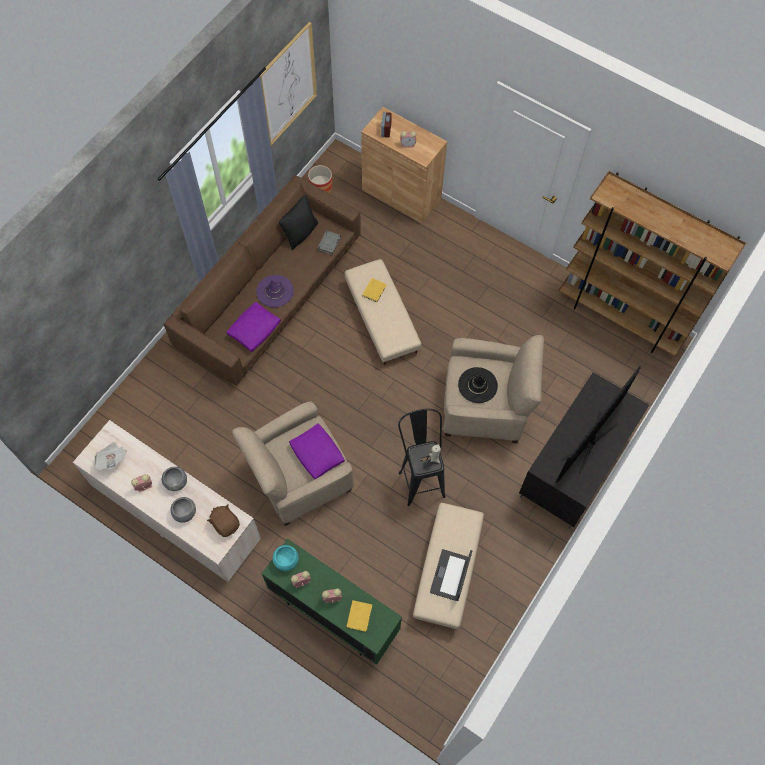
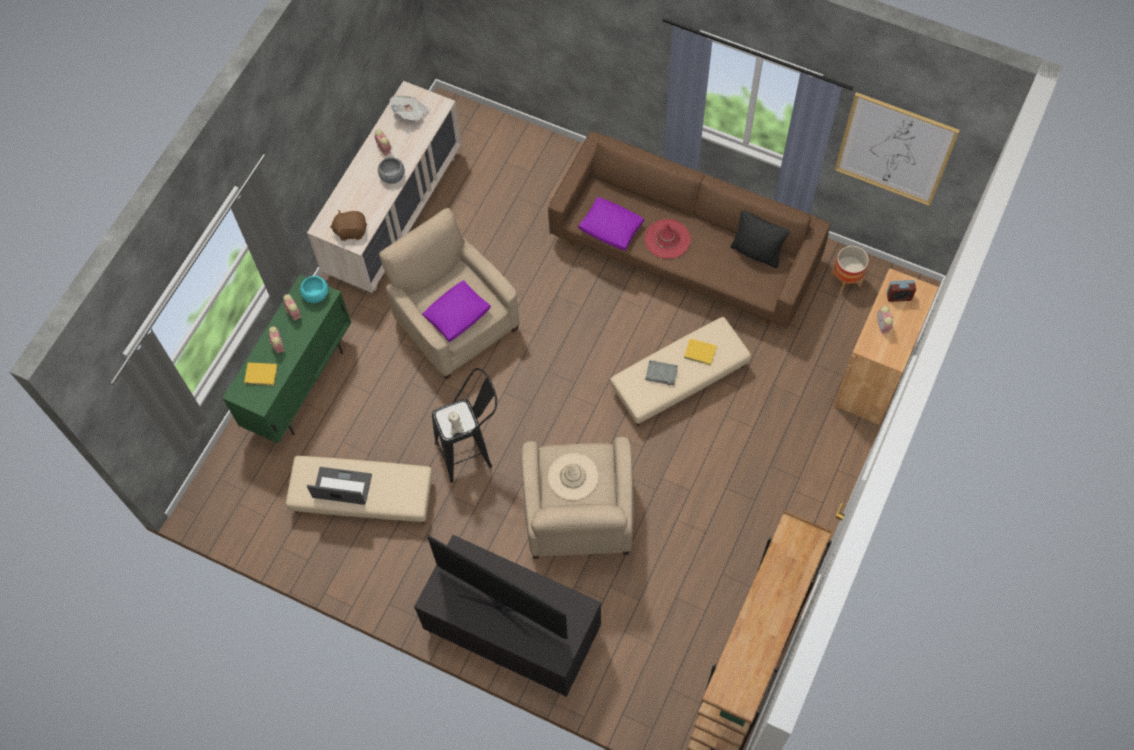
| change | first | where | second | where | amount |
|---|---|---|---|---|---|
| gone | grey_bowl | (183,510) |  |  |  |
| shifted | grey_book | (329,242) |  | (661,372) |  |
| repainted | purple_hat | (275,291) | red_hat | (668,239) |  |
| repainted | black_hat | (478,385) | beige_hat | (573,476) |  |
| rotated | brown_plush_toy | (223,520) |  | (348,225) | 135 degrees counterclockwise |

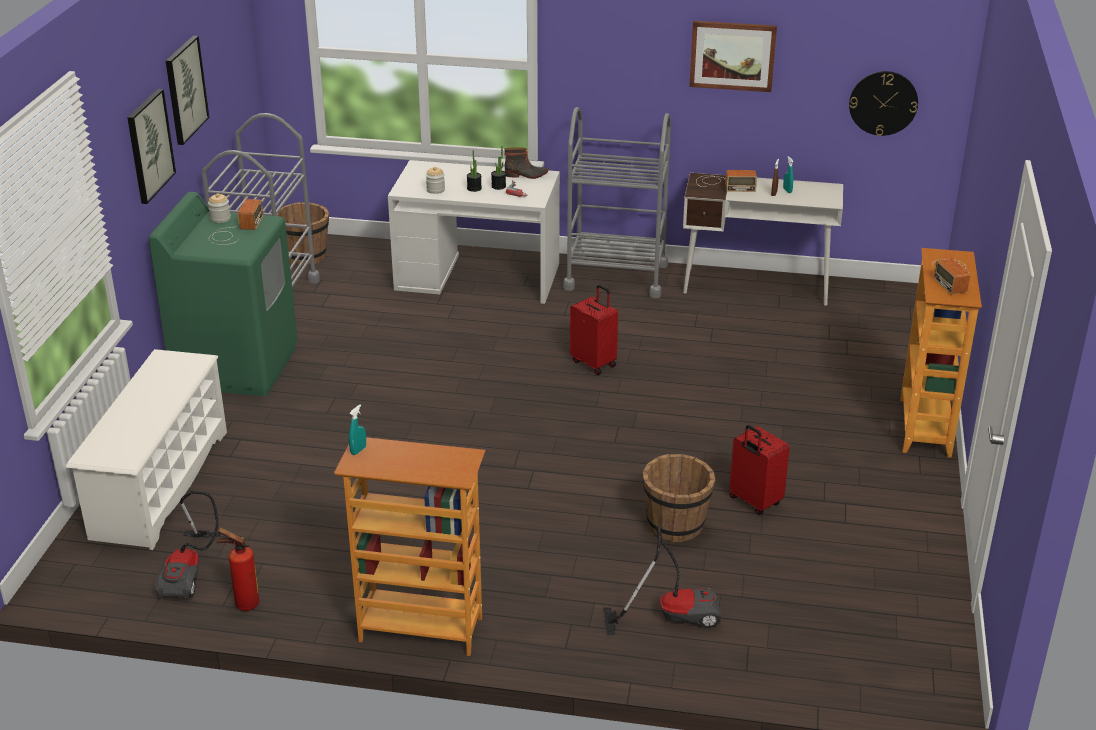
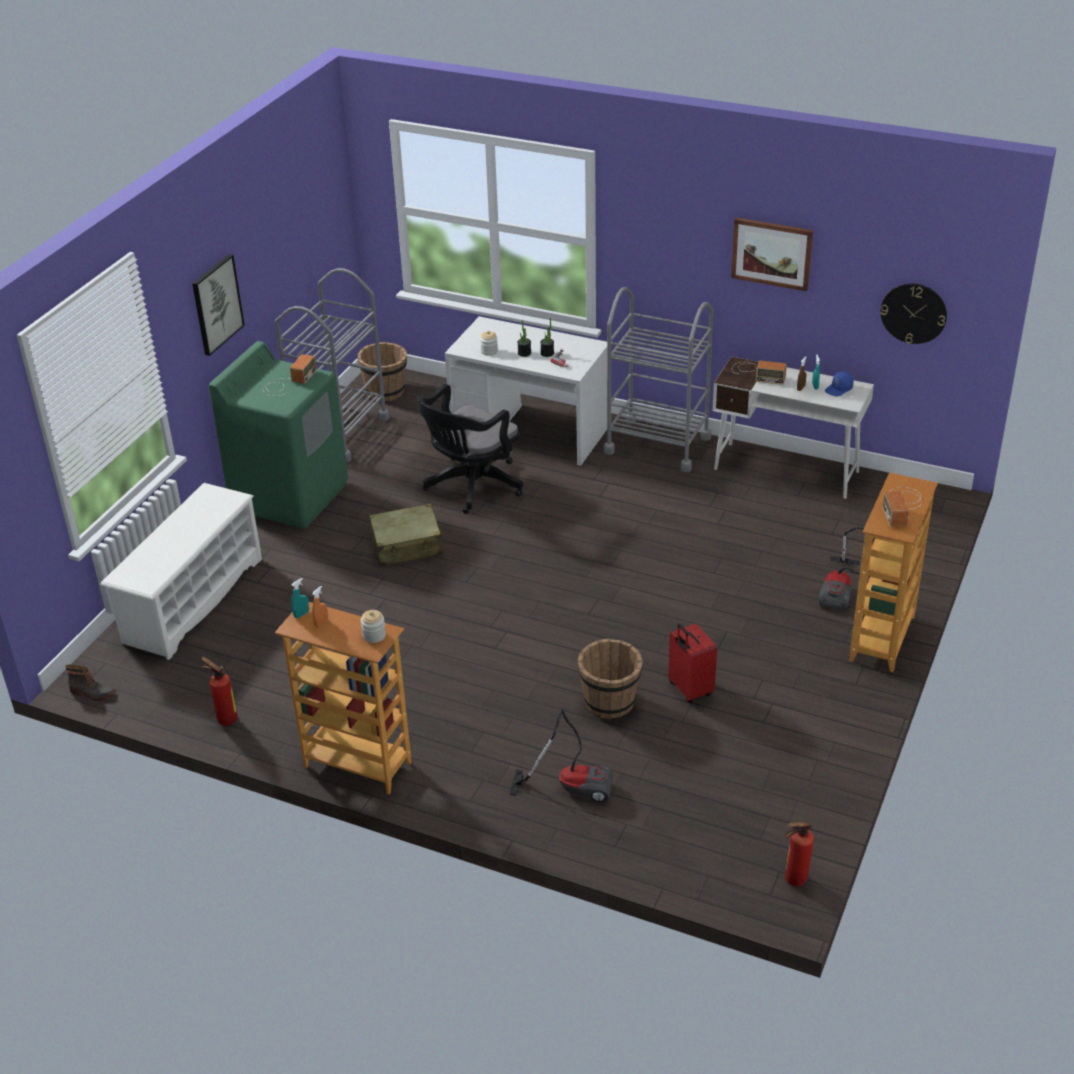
| change | first | where | second | where | amount |
|---|---|---|---|---|---|
| gone | picture | (187,90) |  |  |  |
| gone | red_suitcase | (594,330) |  |  |  |
| new |  |  | orange_spray_bottle | (320,606) |  |
| new |  |  | beige_suitcase | (406,534) |  |
| new |  |  | black_office_chair | (470,449) |  |
| new |  |  | fire_extinguisher | (799,854) |  |
| new |  |  | blue_cap | (839,384) |  |
| shifted | vacuum_cleaner | (187,545) |  | (846,569) |  |
| shifted | jar | (219,208) |  | (373,626) |  |
| shifted | boot | (526,163) |  | (90,682) |  |

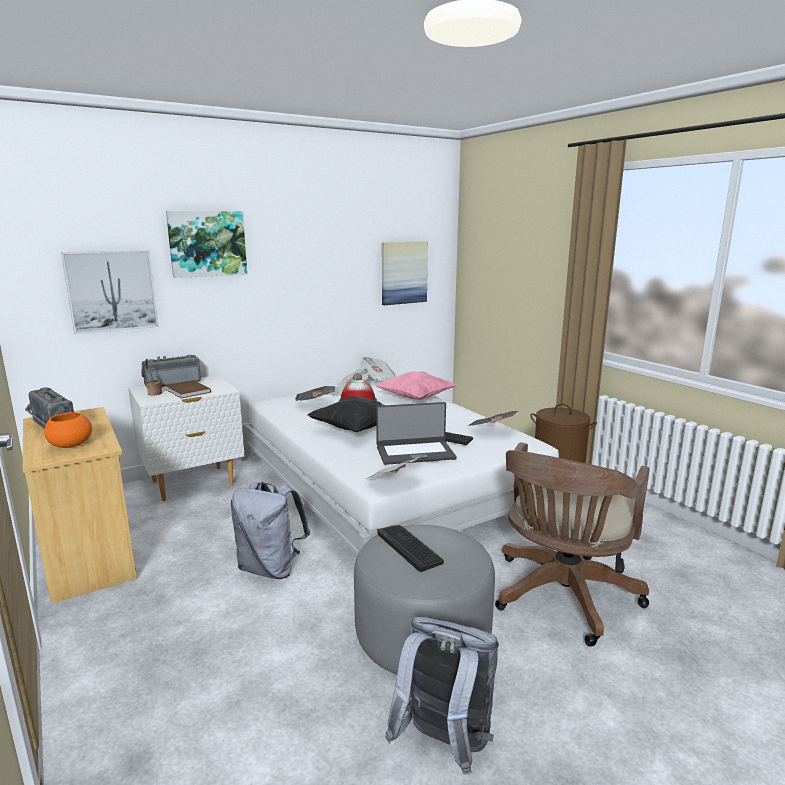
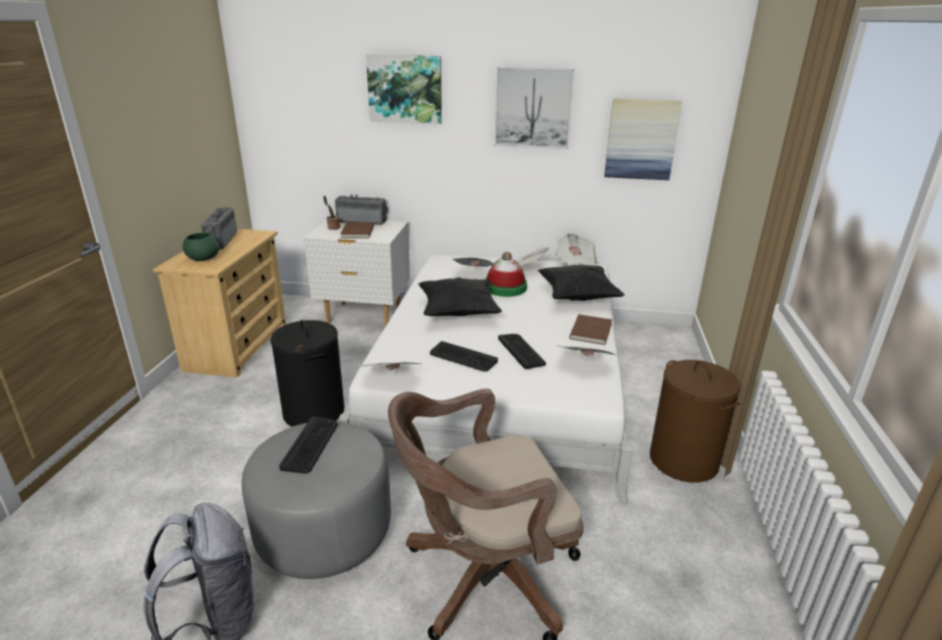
| change | first | where | second | where | amount |
|---|---|---|---|---|---|
| new |  |  | brown_book | (590,329) |  |
| shifted | picture | (110,292) |  | (534,108) |  |
| swapped | grey_backpack | (270,530) | black_laundry_basket | (307,373) |  |
| swapped | laptop | (416,433) | keyboard | (464,356) |  |
| repainted | orange_bowl | (68,430) | green_bowl | (201,247) |  |
| repainted | pink_pillow | (416,385) | black_pillow | (581,282) |  |

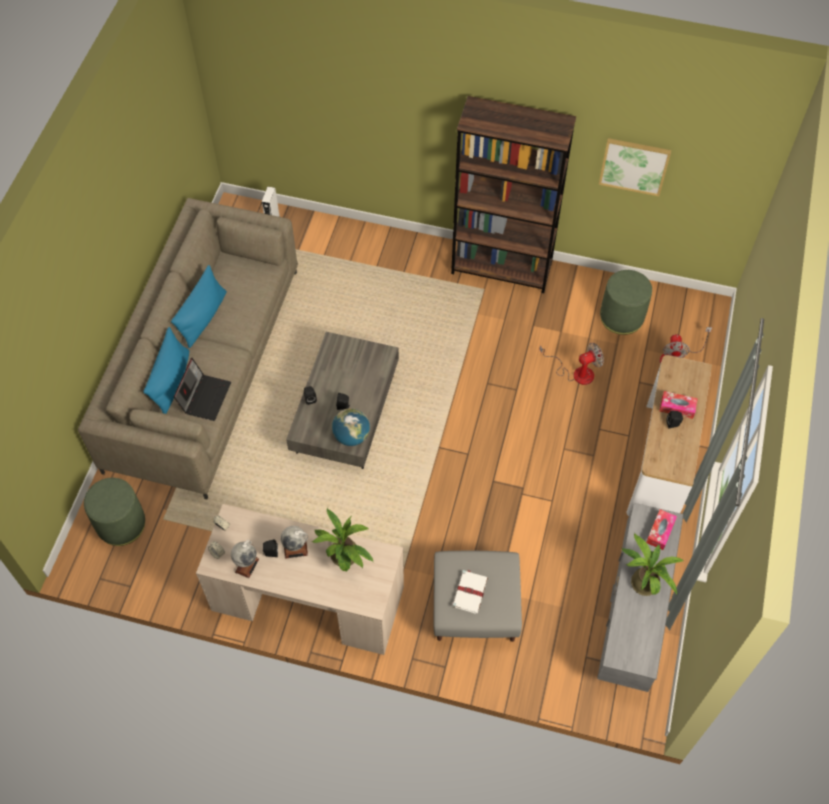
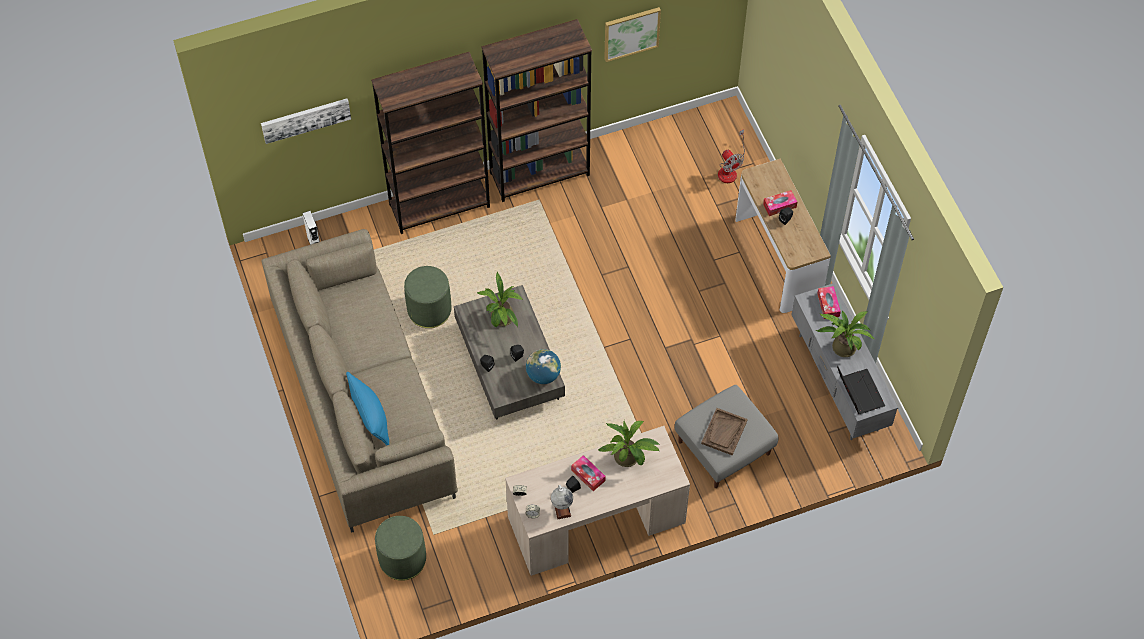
| change | first | where | second | where | amount |
|---|---|---|---|---|---|
| gone | blue_pillow | (199,306) |  |  |  |
| gone | fan | (571,364) |  |  |  |
| new |  |  | picture | (306,121) |  |
| new |  |  | brown_bookcase | (430,143) |  |
| new |  |  | potted_plant | (499,300) |  |
| shifted | laptop | (202,389) |  | (861,389) |  |
| shifted | green_ottoman | (626,302) |  | (428,297) |  |
| swapped | globe | (294,542) | tissue_box | (588,473) |  |
| swapped | white_book | (470,592) | brown_tray | (724,431) |  |

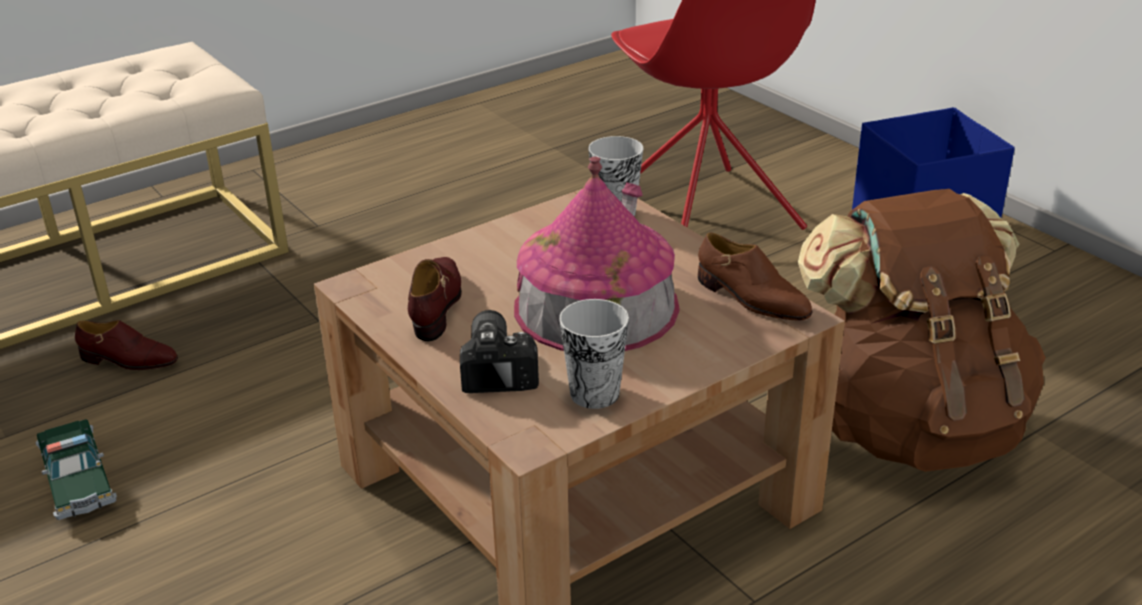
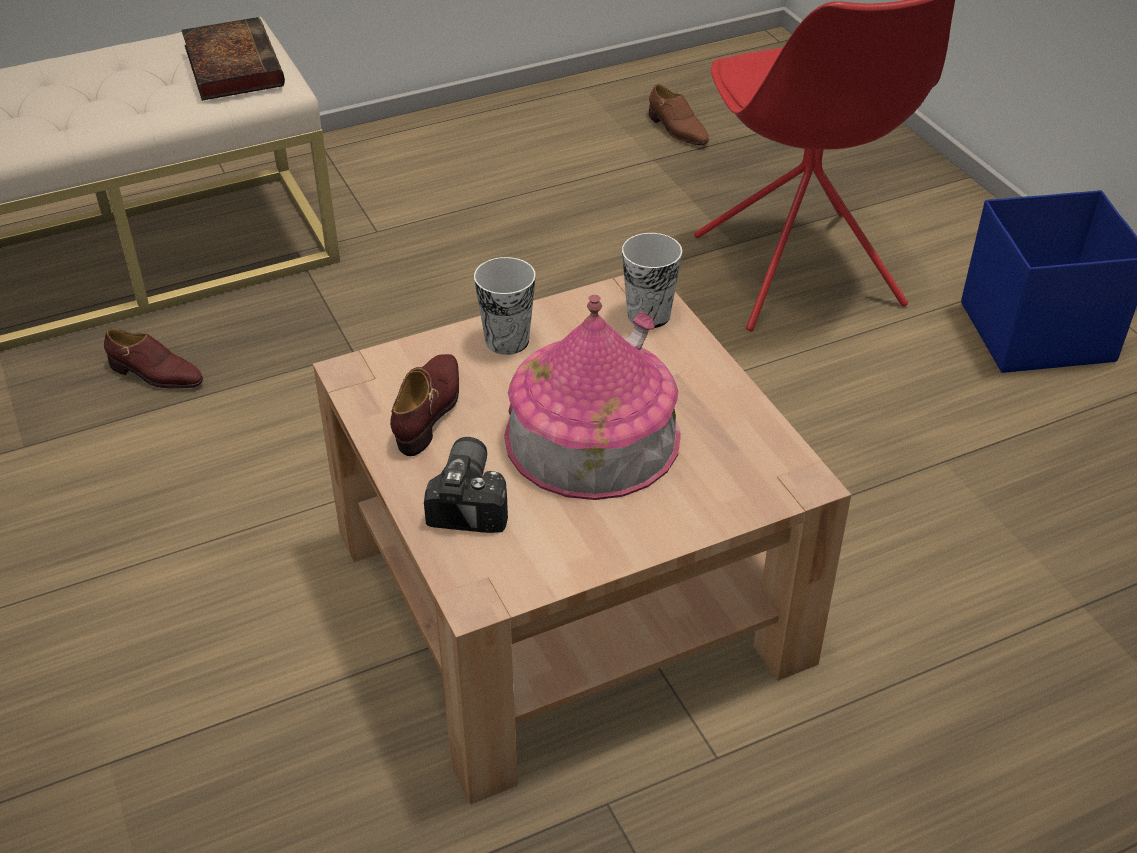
| change | first | where | second | where | amount |
|---|---|---|---|---|---|
| gone | toy_car | (76,469) |  |  |  |
| gone | brown_backpack | (922,330) |  |  |  |
| new |  |  | book | (233,59) |  |
| shifted | cup | (594,354) |  | (505,306) |  |
| shifted | brown_shoe | (755,277) |  | (679,115) |  |

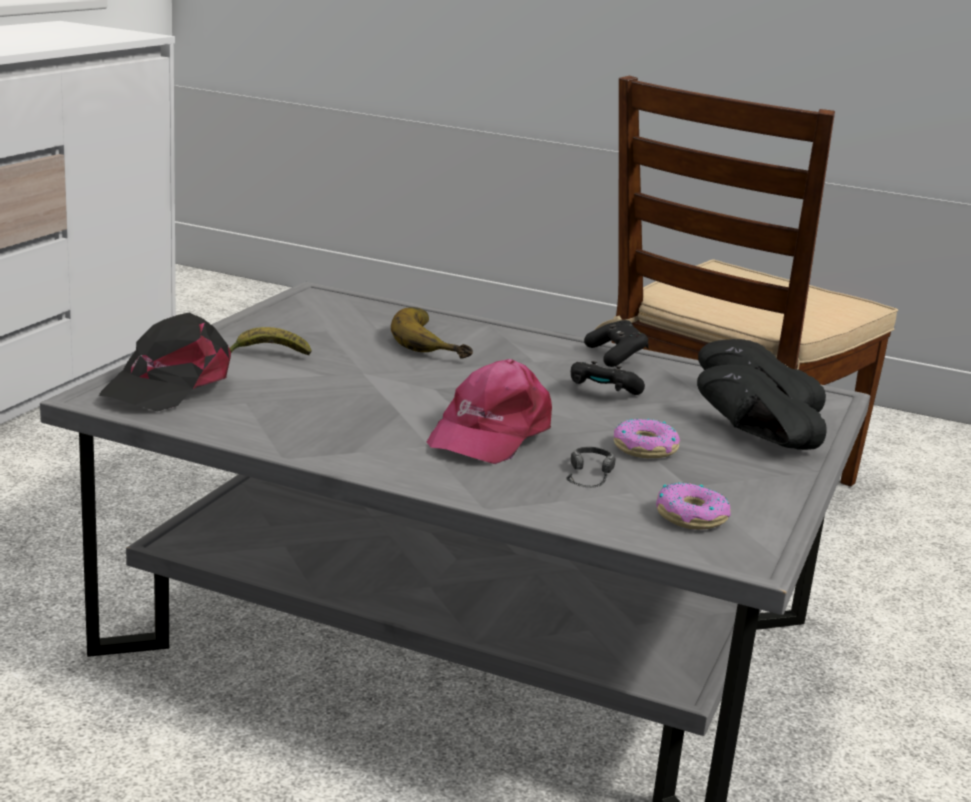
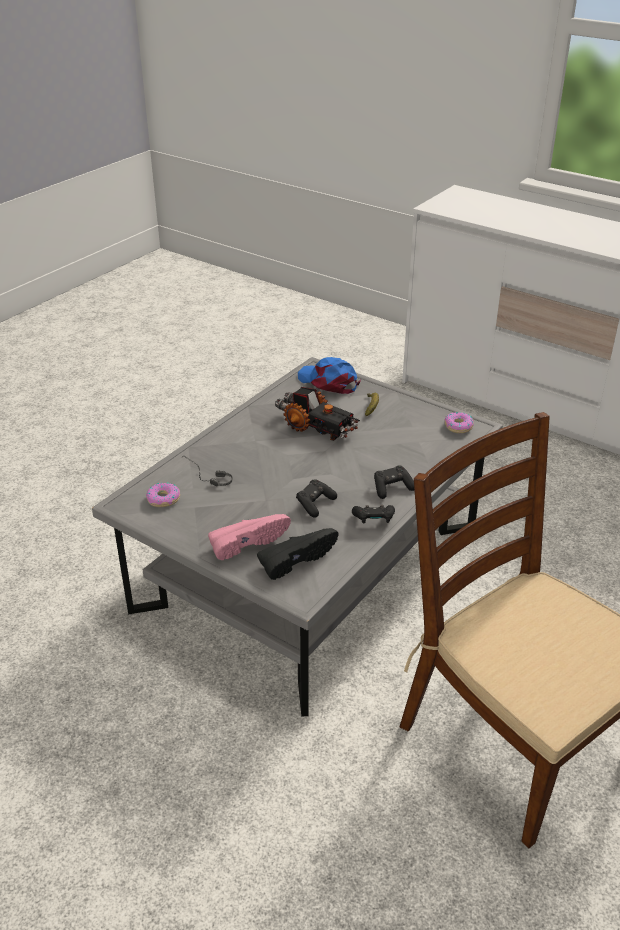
| change | first | where | second | where | amount |
|---|---|---|---|---|---|
| gone | banana | (432,333) |  |  |  |
| gone | pink_cap | (489,411) |  |  |  |
| new |  |  | toy_truck | (317,414) |  |
| new |  |  | black_game_controller | (394,482) |  |
| shifted | donut | (647,438) |  | (459,422) |  |
| repainted | black_cap | (165,362) | blue_cap | (329,375) |  |
| repainted | black_shoe | (762,407) | pink_shoe | (249,537) |  |

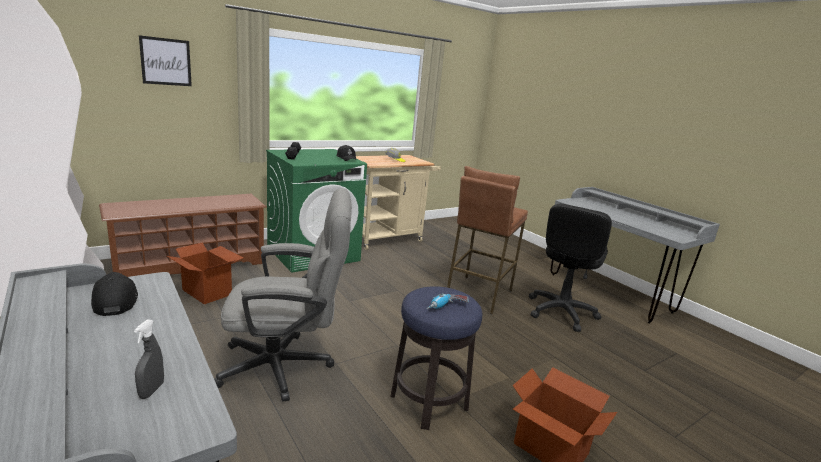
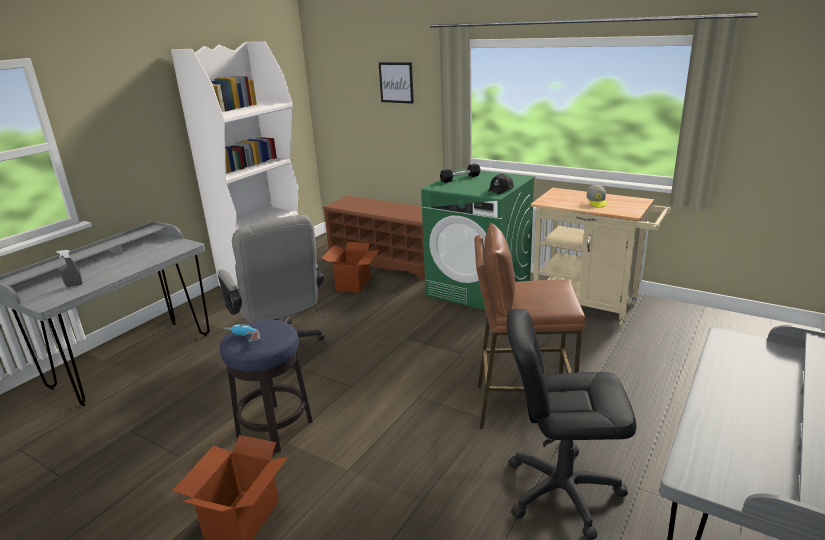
| change | first | where | second | where | amount |
|---|---|---|---|---|---|
| gone | black_cap | (114,294) |  |  |  |

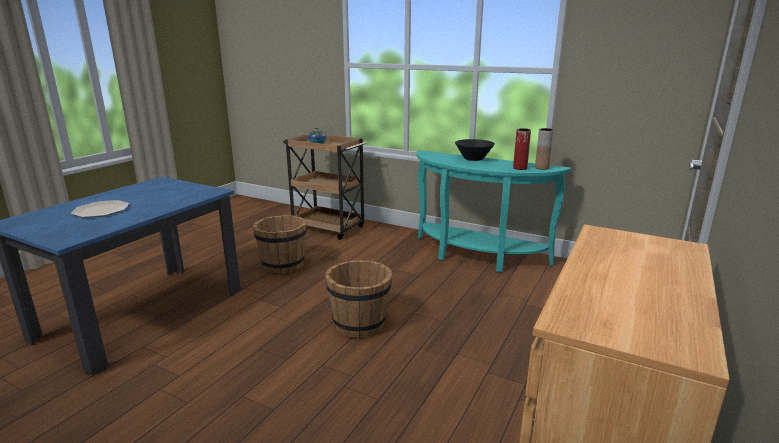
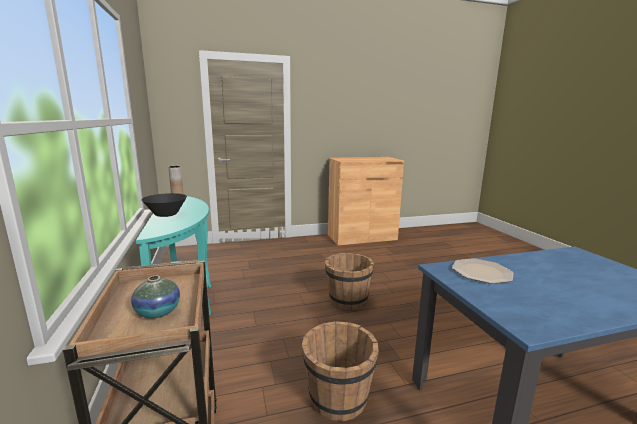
| change | first | where | second | where | amount |
|---|---|---|---|---|---|
| gone | red_vase | (522,149) |  |  |  |
| shifted | plate | (100,209) |  | (482,271) |  |

